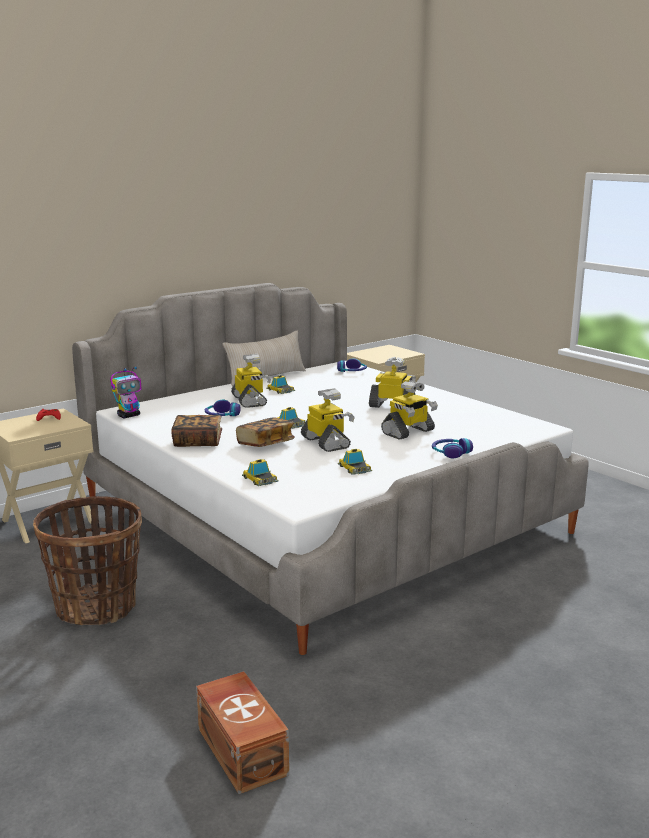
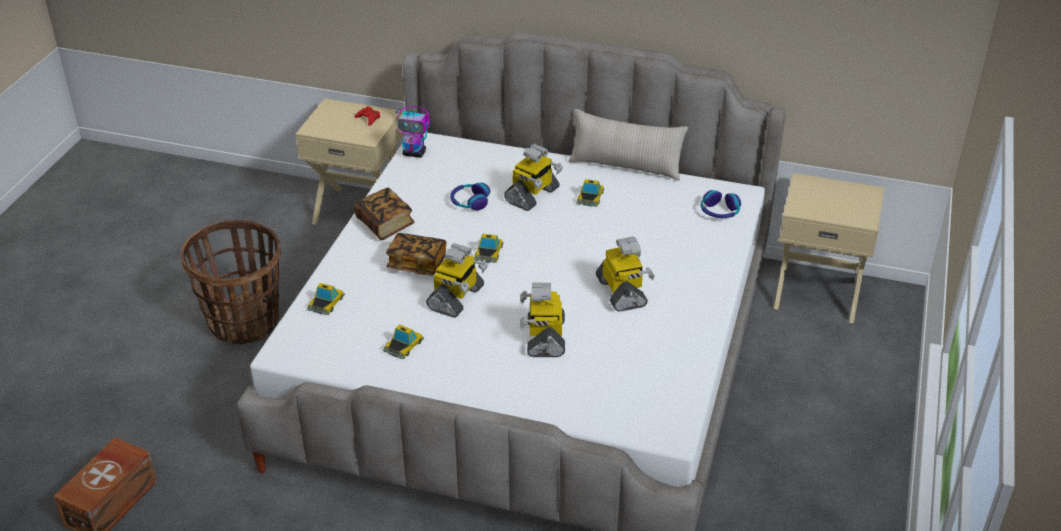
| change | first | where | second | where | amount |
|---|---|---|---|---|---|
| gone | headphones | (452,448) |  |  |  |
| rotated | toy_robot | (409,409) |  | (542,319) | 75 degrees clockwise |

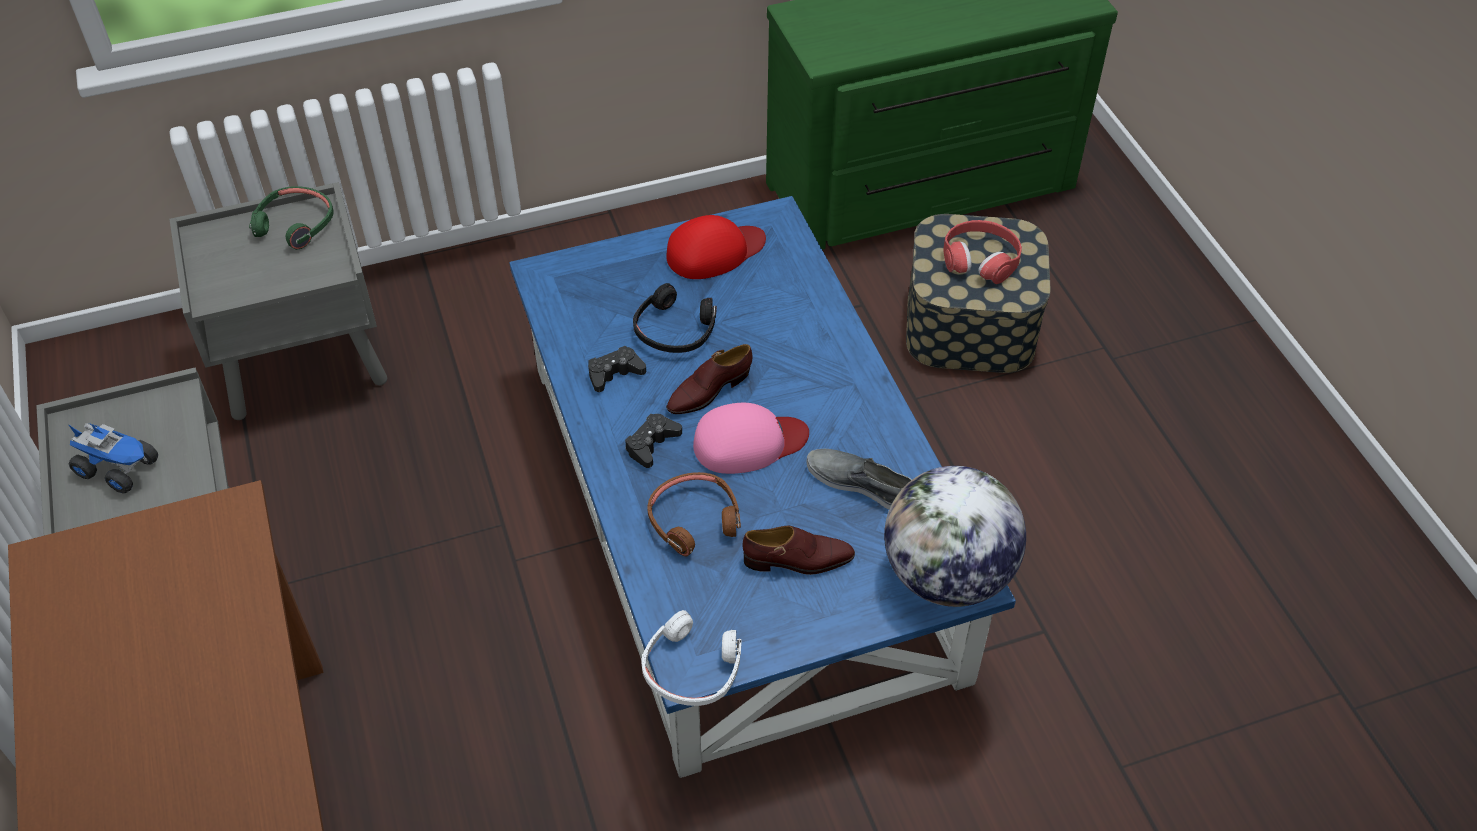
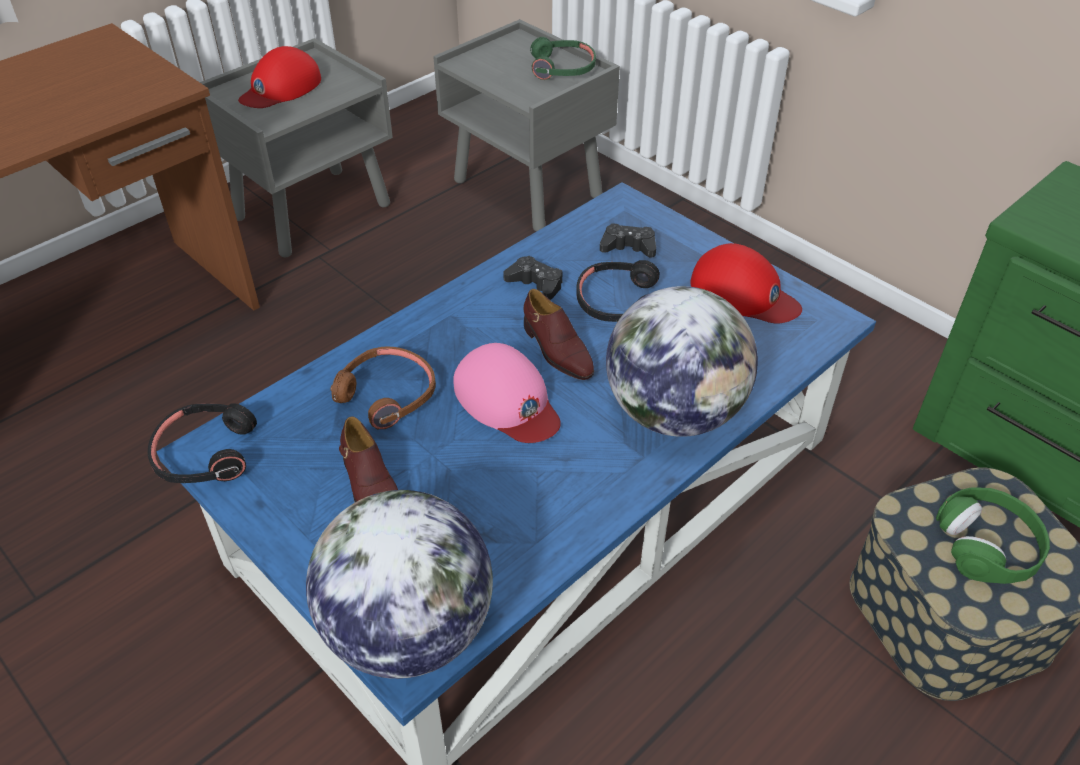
| change | first | where | second | where | amount |
|---|---|---|---|---|---|
| gone | grey_shoe | (859,479) |  |  |  |
| new |  |  | globe | (682,361) |  |
| shifted | black_game_controller | (653,441) |  | (628,240) |  |
| swapped | toy_truck | (113,458) | red_cap | (279,77) |  |
| repainted | white_headphones | (691,658) | black_headphones | (202,443) |  |
| repainted | red_headphones | (982,252) | green_headphones | (993,535) |  |
| rotated | brown_shoe | (709,379) |  | (559,334) | 150 degrees counterclockwise |

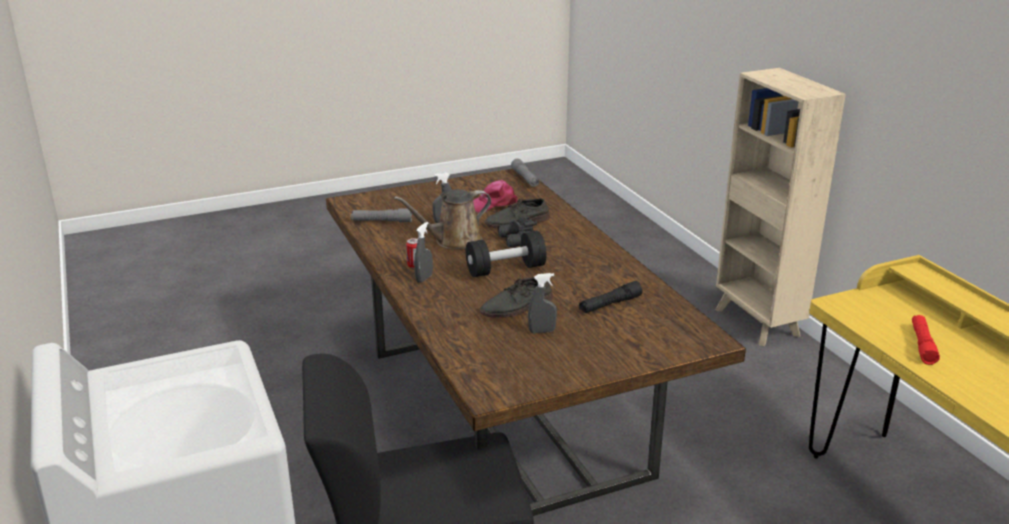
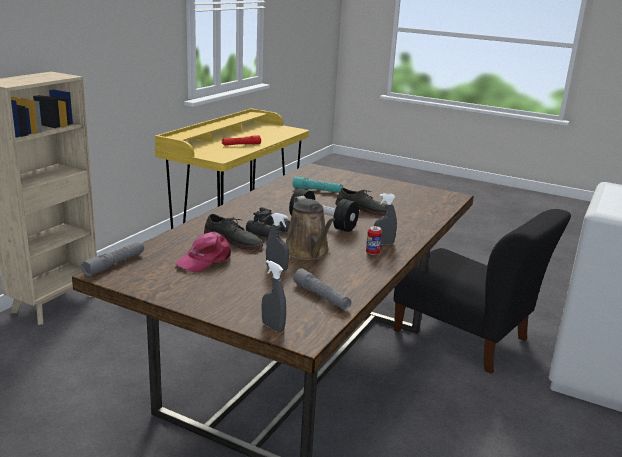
| change | first | where | second | where | amount |
|---|---|---|---|---|---|
| shifted | grey_spray_bottle | (542,303) |  | (274,296) |  |
| repainted | black_flashlight | (611,297) | turquoise_flashlight | (318,185) |  |
| rotated | brown_watering_can | (442,219) |  | (310,228) | 45 degrees clockwise |
| rotated | pink_cap | (495,196) |  | (203,252) | 105 degrees clockwise |

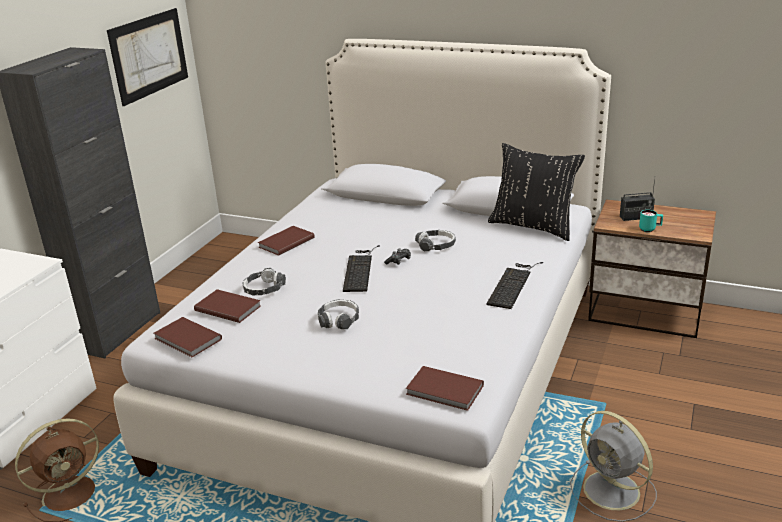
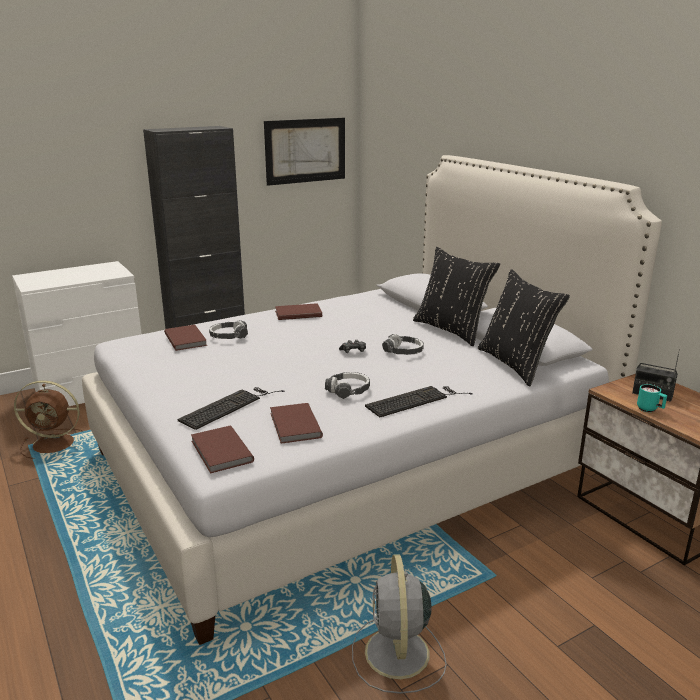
| change | first | where | second | where | amount |
|---|---|---|---|---|---|
| new |  |  | black_pillow | (456,296) |  |
| shifted | brown_book | (188,337) |  | (296,423) |  |
| shifted | headphones | (338,314) |  | (347,385) |  |
| shifted | keyboard | (361,268) |  | (230,408) |  |

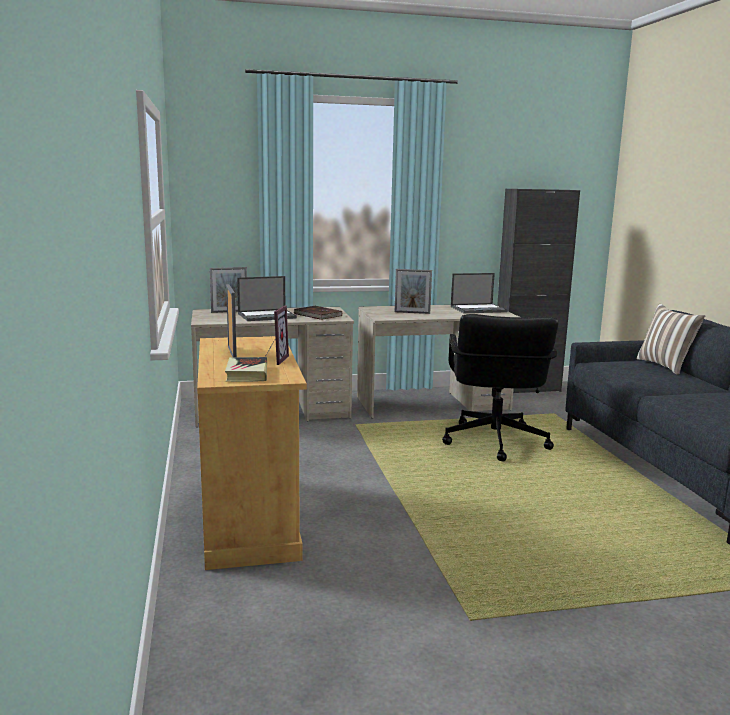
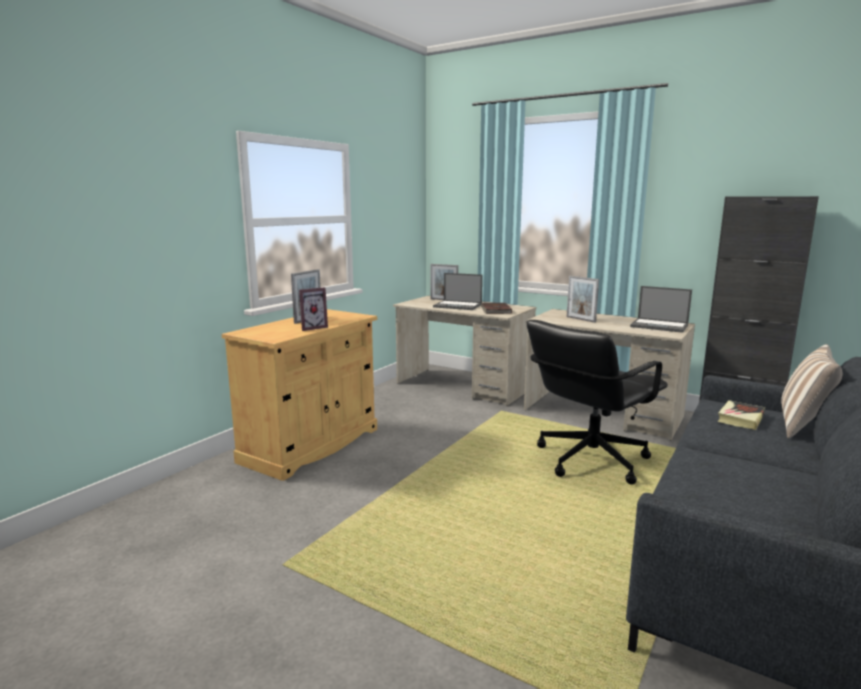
| change | first | where | second | where | amount |
|---|---|---|---|---|---|
| shifted | book | (246,369) |  | (741,415) |  |

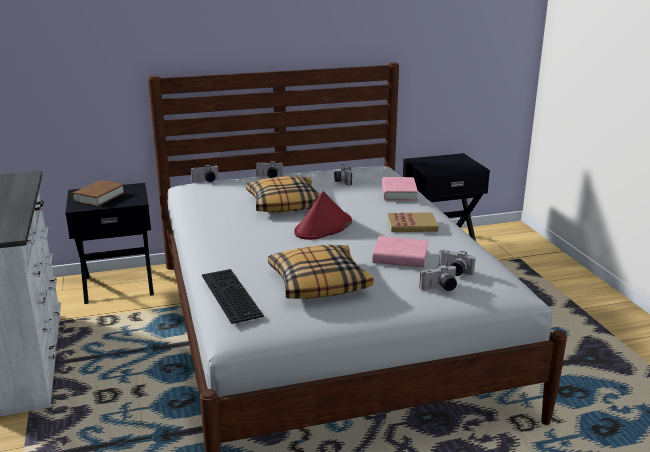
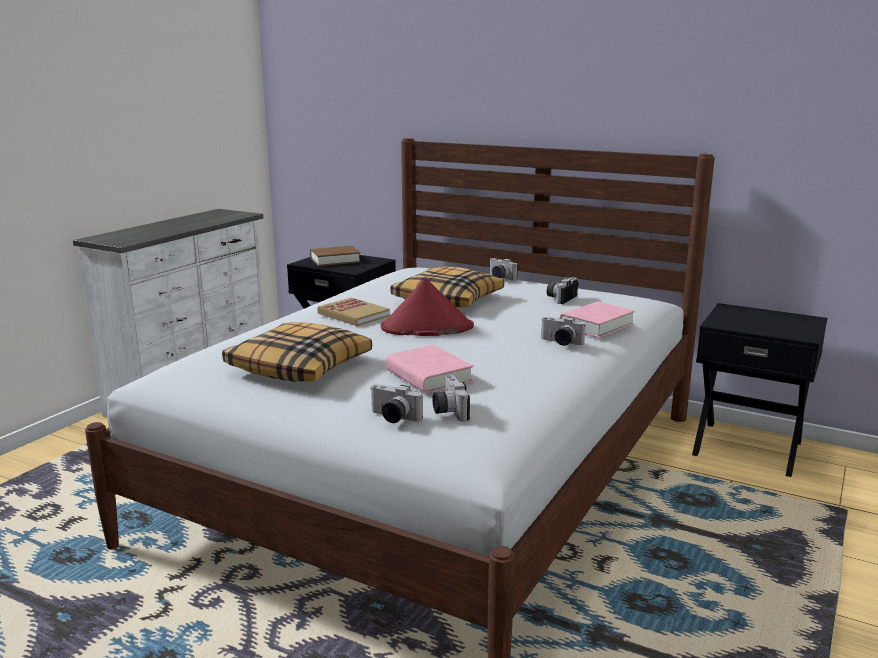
| change | first | where | second | where | amount |
|---|---|---|---|---|---|
| gone | keyboard | (233,296) |  |  |  |
| shifted | photo_camera | (205,173) |  | (563,331) |  |
| shifted | book | (413,222) |  | (353,312) |  |

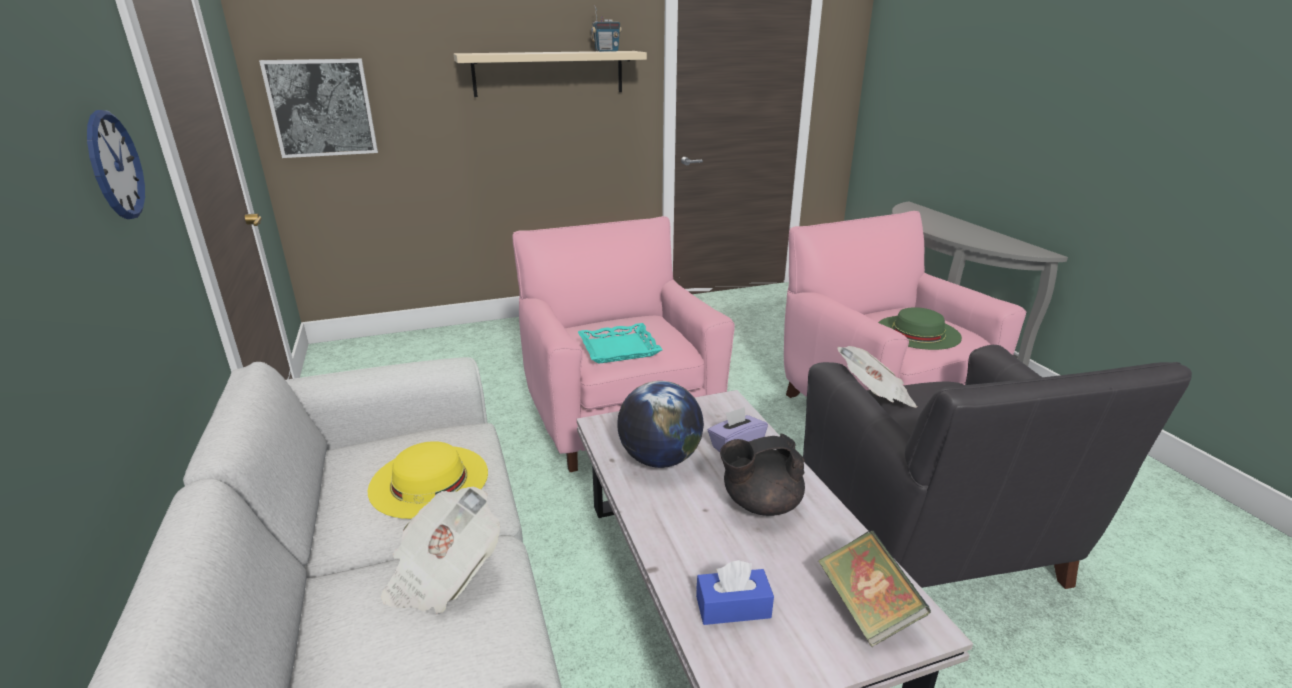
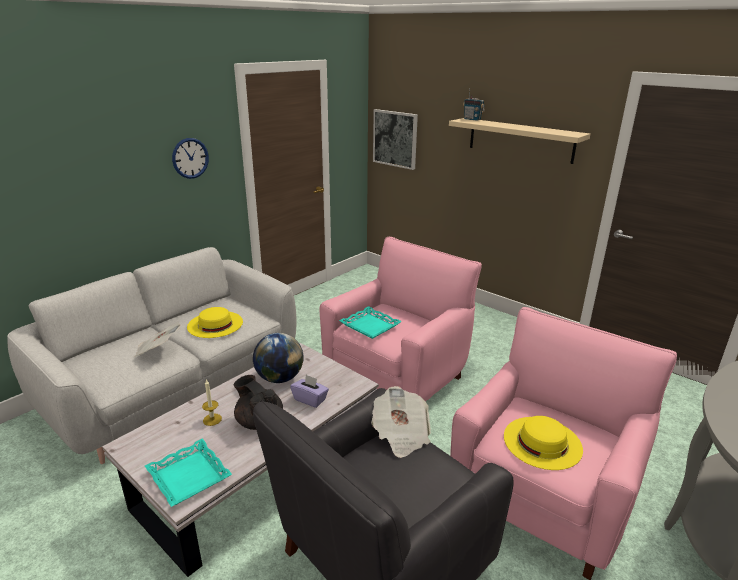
| change | first | where | second | where | amount |
|---|---|---|---|---|---|
| gone | blue_tissue_box | (735,592) |  |  |  |
| new |  |  | candle | (212,402) |  |
| shifted | radio | (606,28) |  | (474,104) |  |
| swapped | book | (874,588) | turquoise_tray | (188,473) |  |
| repainted | green_hat | (920,328) | yellow_hat | (543,443) |  |

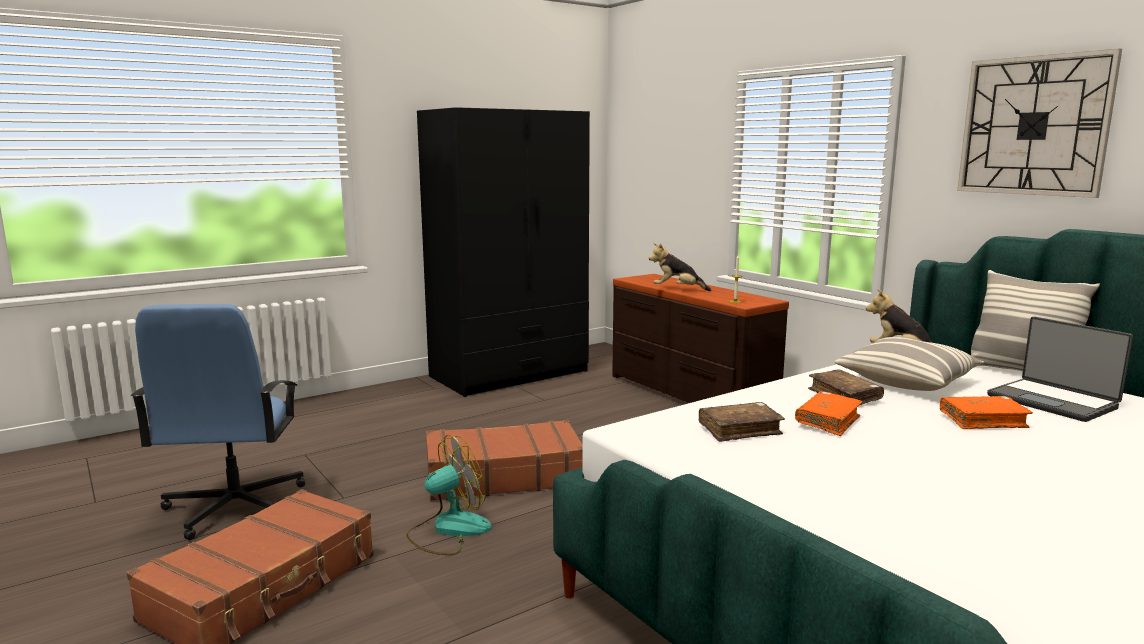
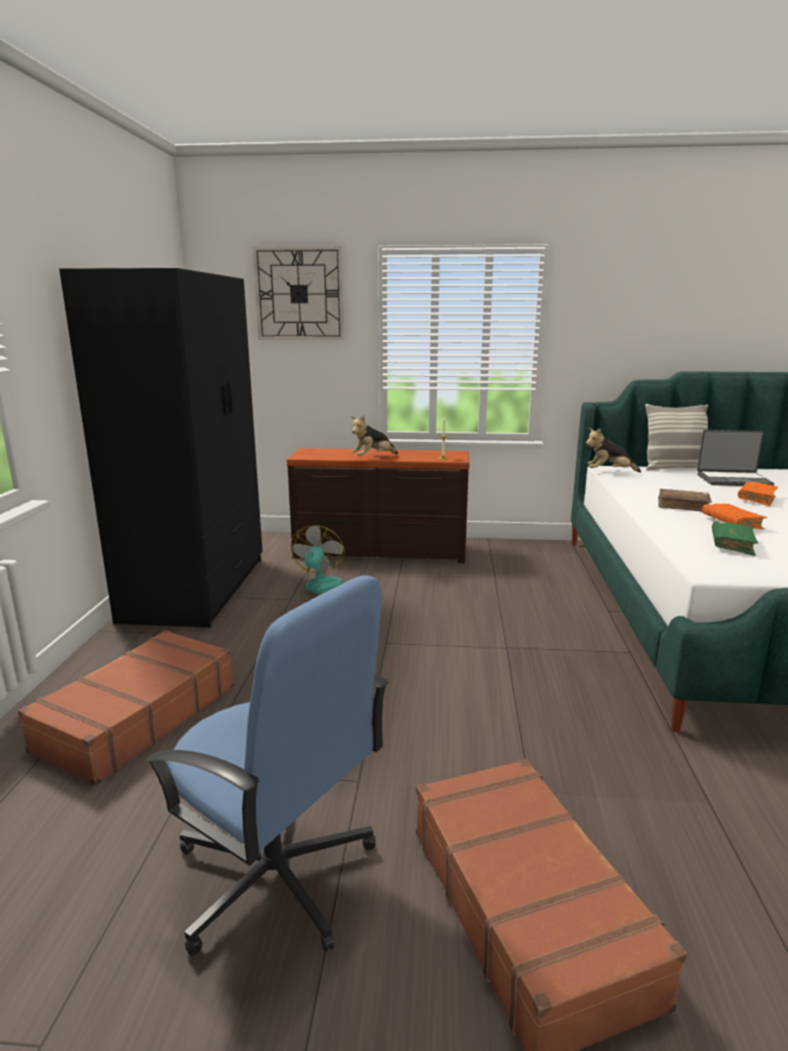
| change | first | where | second | where | amount |
|---|---|---|---|---|---|
| gone | pillow | (909,364) |  |  |  |
| shifted | fan | (449,495) |  | (318,564) |  |
| shifted | brown_suitcase | (504,460) |  | (126,708) |  |
| shifted | wall_clock | (1039,123) |  | (298,293) |  |
| repainted | brown_book | (742,422) | green_book | (735,538) |  |

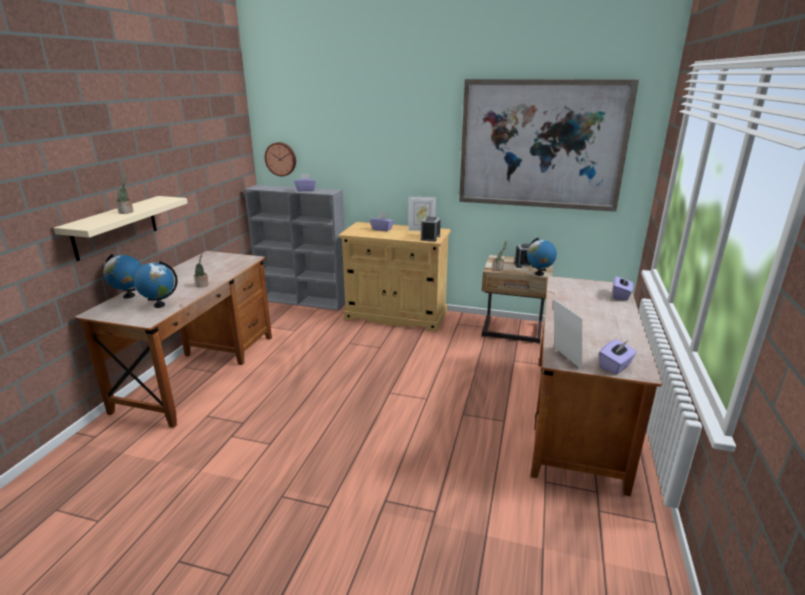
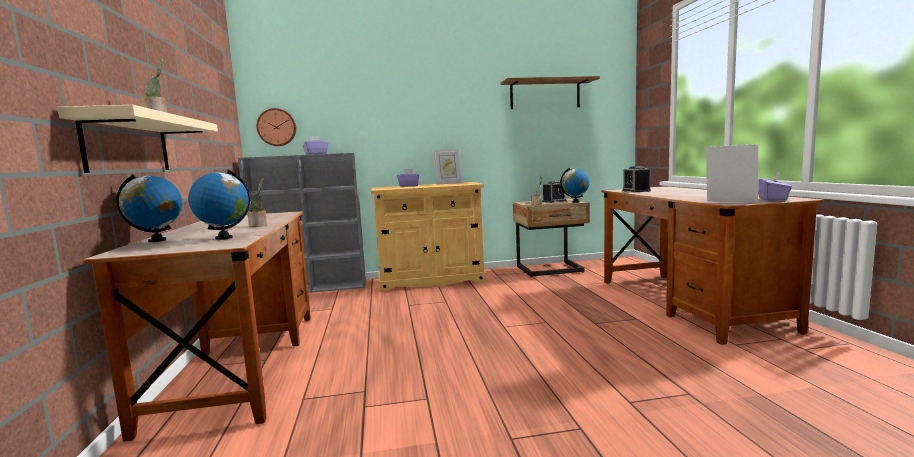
| change | first | where | second | where | amount |
|---|---|---|---|---|---|
| gone | purple_tissue_box | (623,288) |  |  |  |
| shifted | alarm_clock | (431,229) |  | (637,179) |  |
| swapped | picture | (549,145) | shelf | (550,92) |  |

